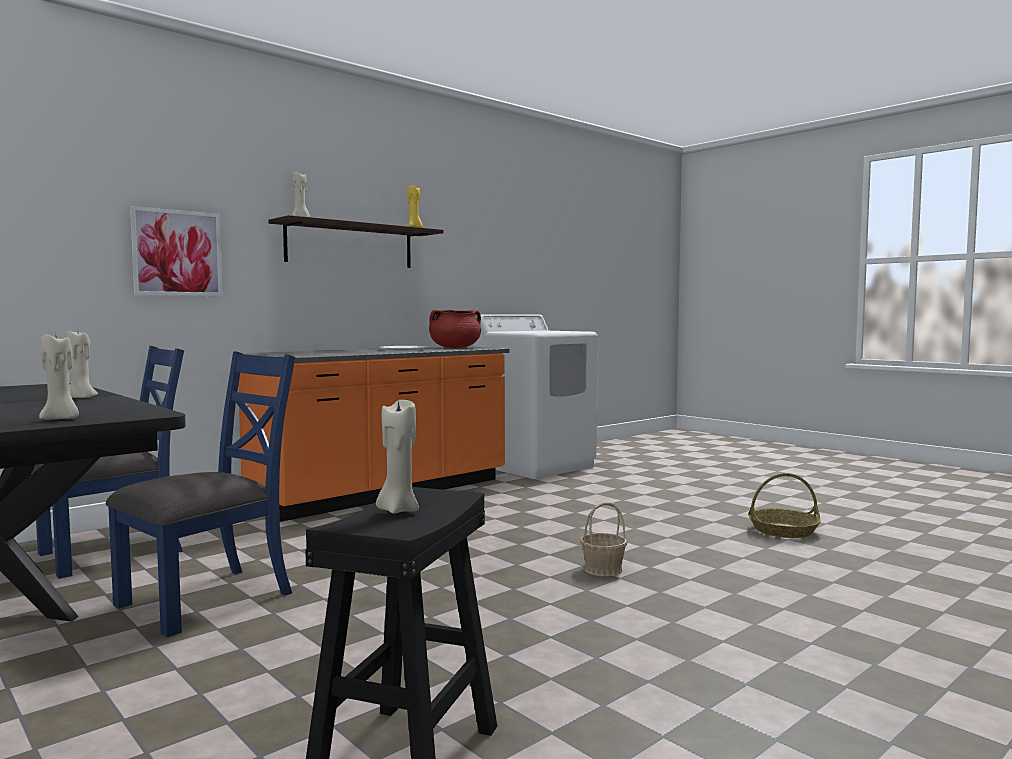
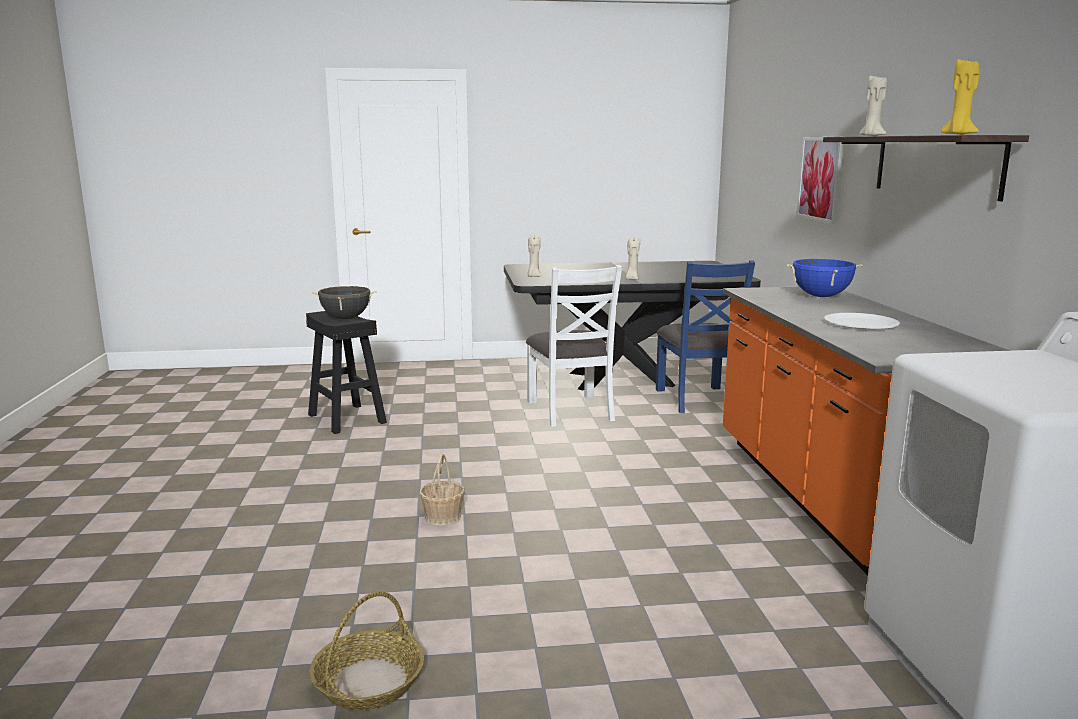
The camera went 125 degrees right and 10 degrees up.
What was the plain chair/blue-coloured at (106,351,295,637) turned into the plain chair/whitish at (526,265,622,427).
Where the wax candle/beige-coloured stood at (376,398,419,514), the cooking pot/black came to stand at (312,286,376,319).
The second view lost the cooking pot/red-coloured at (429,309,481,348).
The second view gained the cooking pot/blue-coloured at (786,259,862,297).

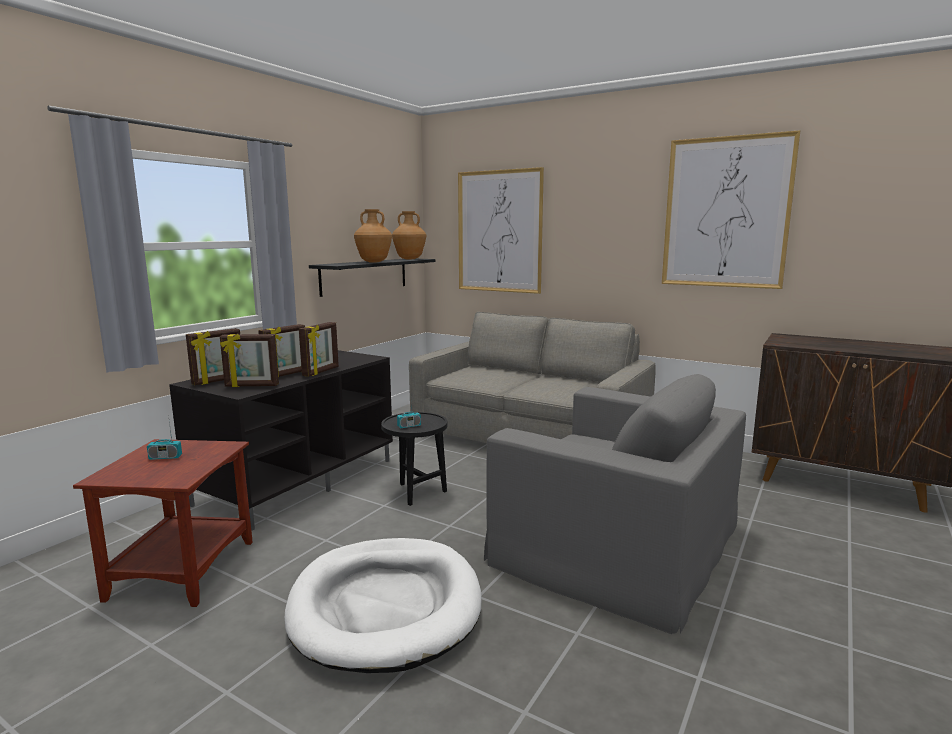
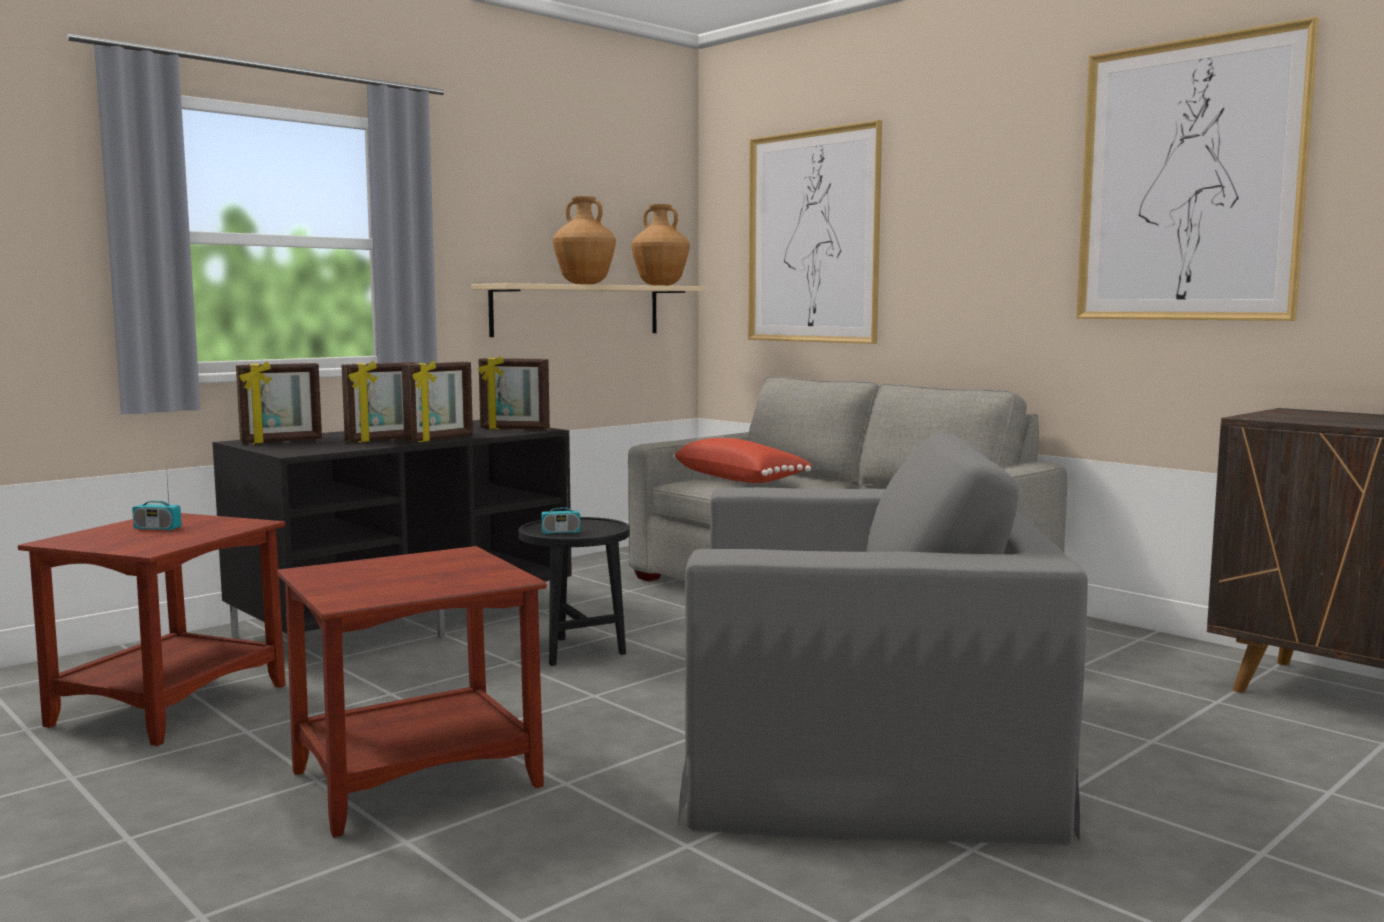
The camera went 15 degrees right and 5 degrees down.
The photo frame ended up elsewhere, having gone from (220,334,279,387) to (478,356,550,430).
Where the dog cushion/whitish stood at (285,538,482,673), the side table/brownish came to stand at (277,546,547,838).
What was the wall shelf/black at (309,259,436,297) turned into the wall shelf/beige-coloured at (471,283,706,337).
The lounge chair/grey at (484,374,746,634) ended up facing another way, 45 degrees counterclockwise from before.
The second view gained the cushion/red-coloured at (673,438,812,483).

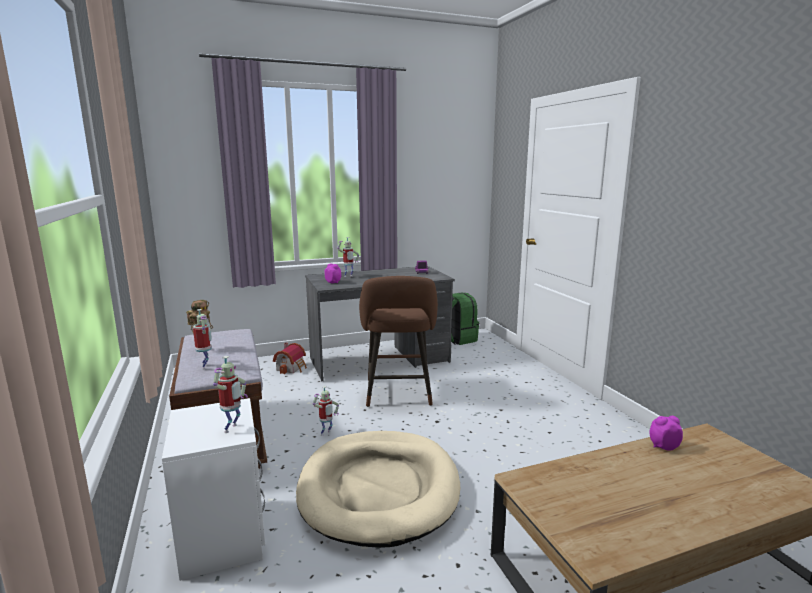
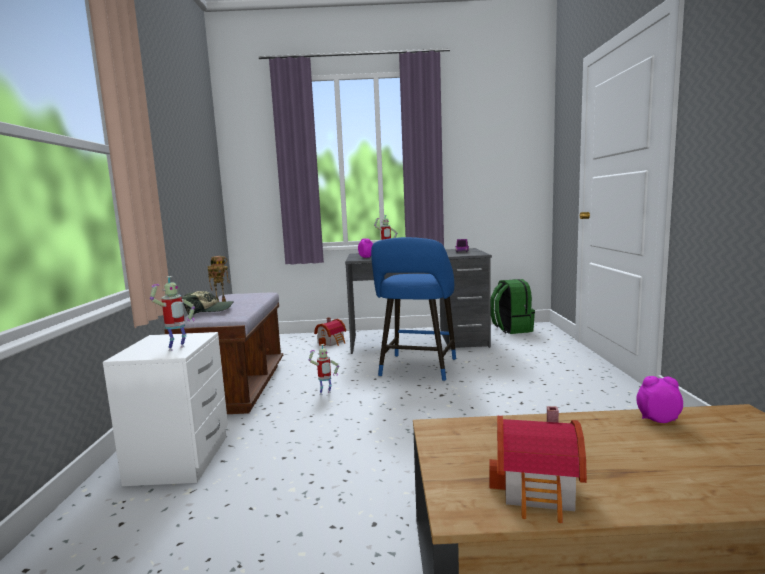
The camera went 20 degrees right and 5 degrees down.
Where the model robot stood at (193,309,212,370), the baseball cap came to stand at (182,291,234,315).
The second view lost the dog cushion/beige-coloured at (296,431,460,548).
What was the stool seat/brownish at (359,276,438,407) turned into the stool seat/blue-coloured at (371,237,456,381).
The second view gained the model house at (489,406,587,523).

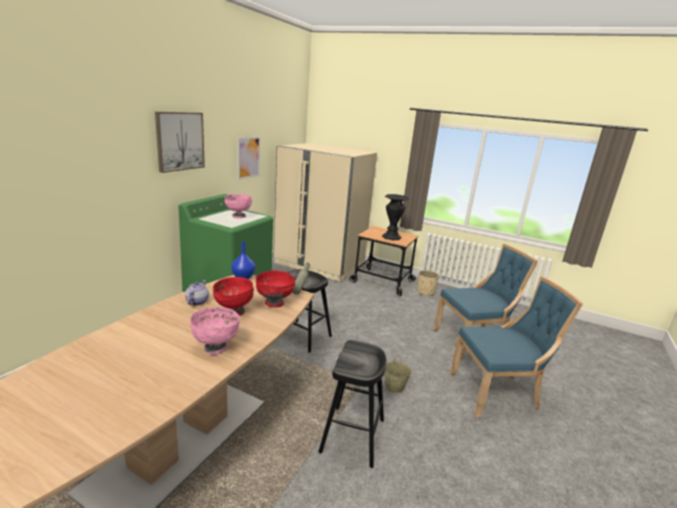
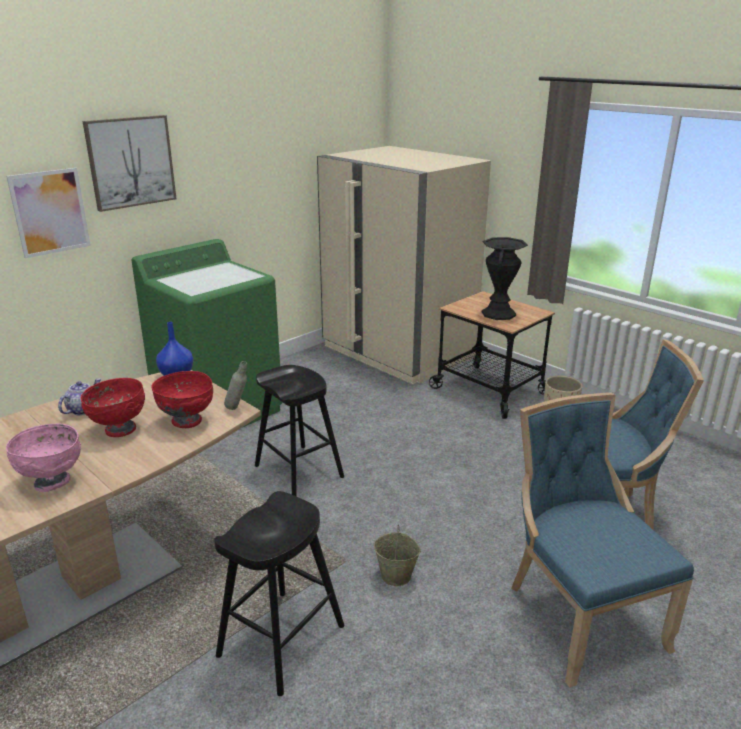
The camera went 20 degrees right and 5 degrees up.
The second view lost the deep dish/pink at (224,194,252,218).
The wall art ended up elsewhere, having gone from (237,137,260,180) to (6,168,91,258).
The plain chair/blue-coloured at (449,276,583,417) ended up facing another way, 120 degrees counterclockwise from before.

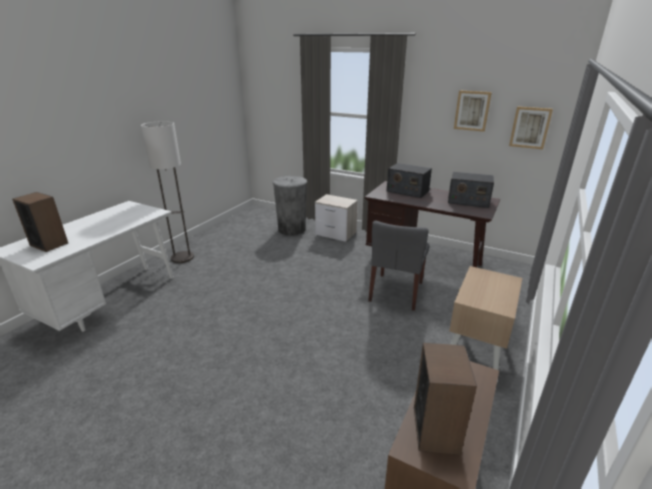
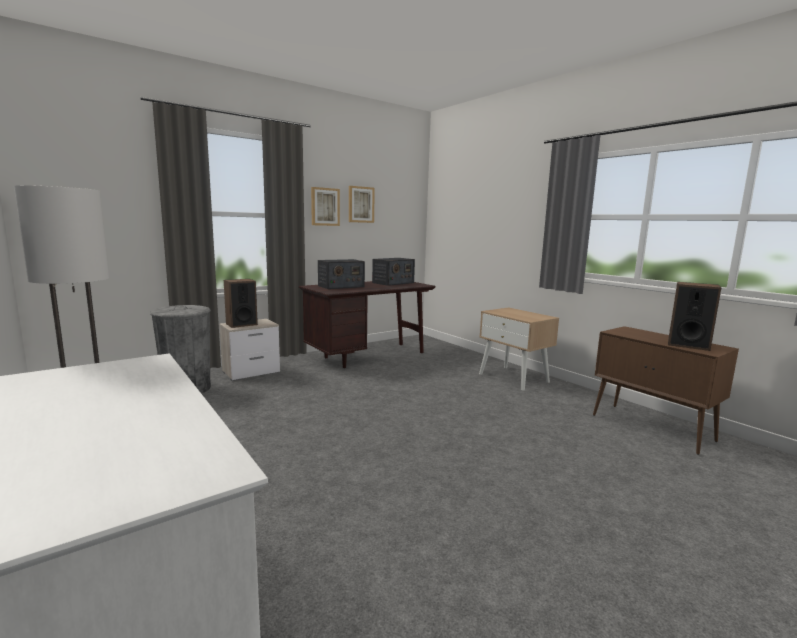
The camera went 65 degrees left and 15 degrees down.
The speaker ended up elsewhere, having gone from (12,192,68,252) to (224,279,258,328).
The second view lost the plain chair/grey at (368,221,429,311).
The wall art ended up elsewhere, having gone from (509,107,553,149) to (311,187,340,226).

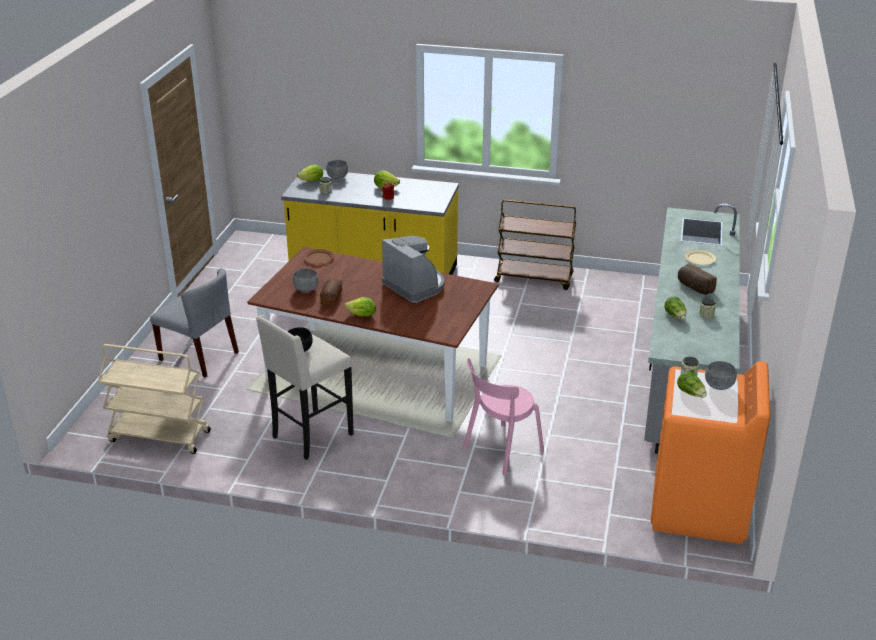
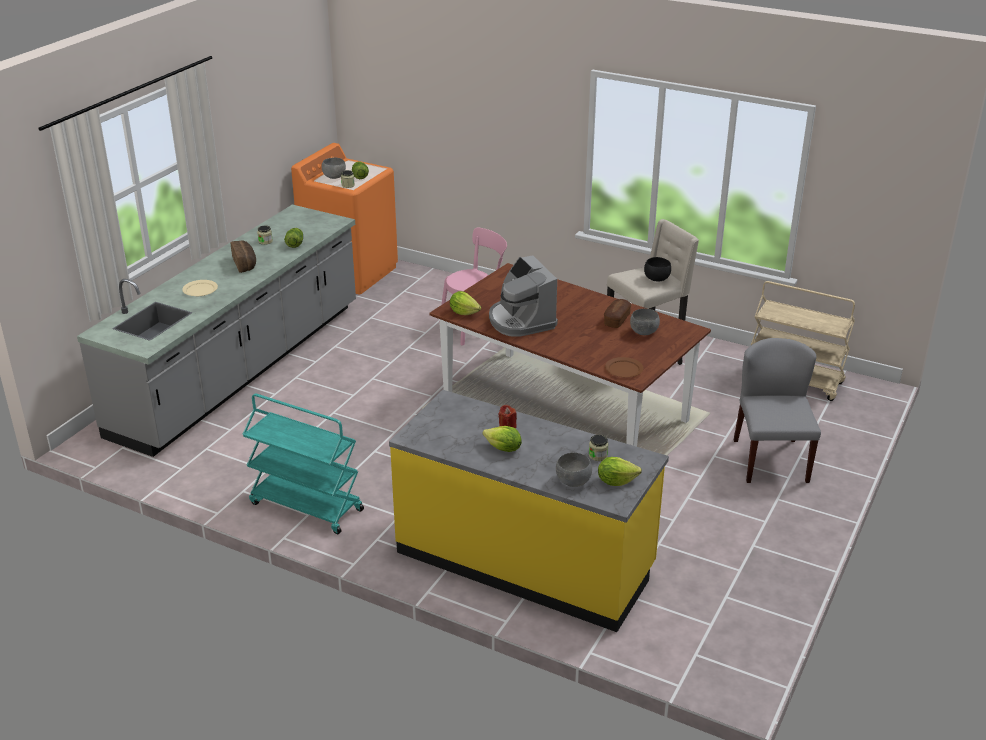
The camera went 165 degrees left and 0 degrees up.
The plain chair/grey at (150,268,239,378) ended up facing another way, 45 degrees clockwise from before.
The lettuce head ended up elsewhere, having gone from (345,297,376,317) to (450,291,481,315).
What was the wheeled cart/brownish at (494,200,576,290) turned into the wheeled cart/blue-green at (242,394,364,534).

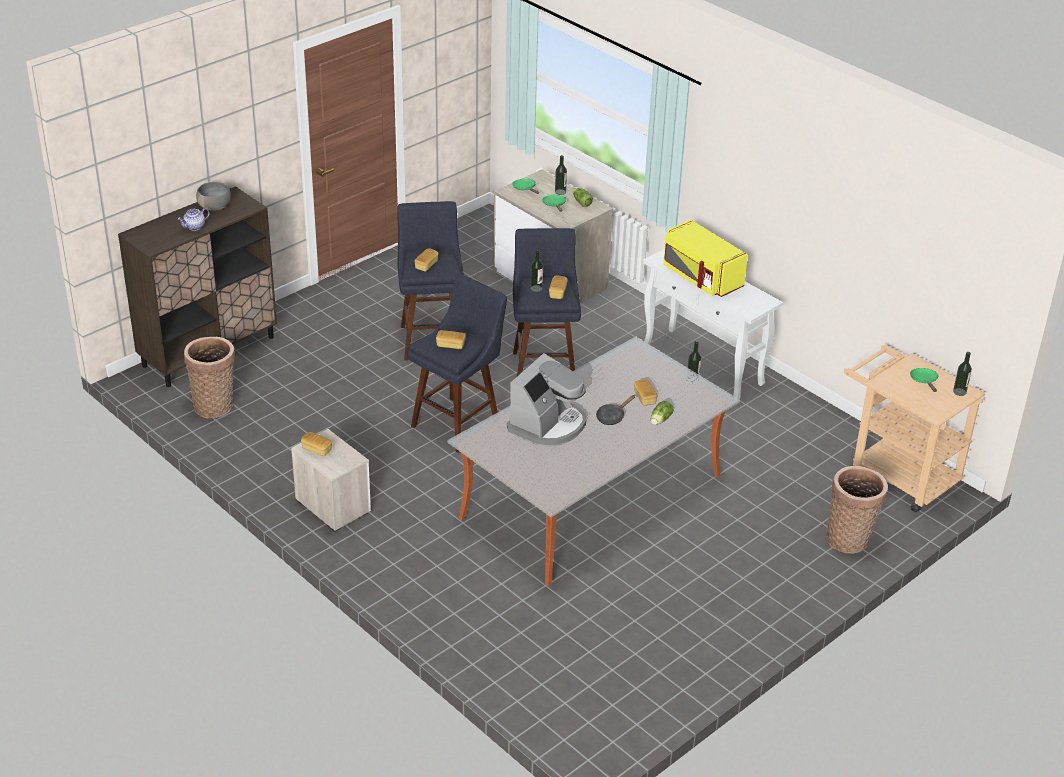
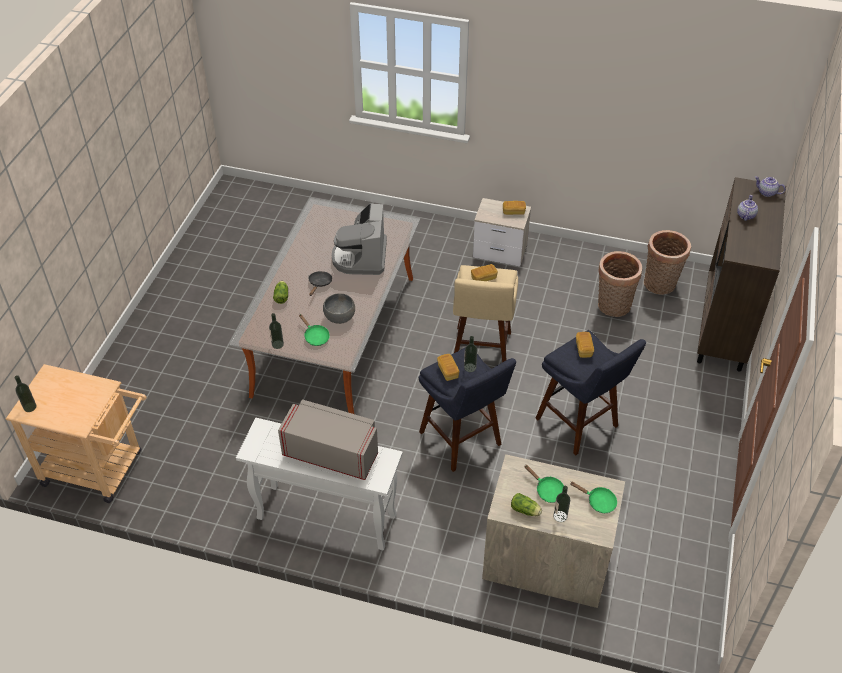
The camera went 150 degrees right and 10 degrees up.
The deep dish/grey ended up elsewhere, having gone from (196,182,231,211) to (323,293,355,324).
What was the stool seat/blue-coloured at (408,274,507,453) turned into the stool seat/beige-coloured at (453,265,518,362).
The second view lost the baked bread at (634,379,657,406).
What was the microwave/yellow at (663,220,748,297) turned into the microwave/grey at (278,399,378,480).
The storage basket ended up elsewhere, having gone from (826,466,888,554) to (598,251,642,317).
The frying pan/green ended up elsewhere, having gone from (910,368,938,392) to (299,314,330,346).
The second view gained the teapot at (755,176,785,197).

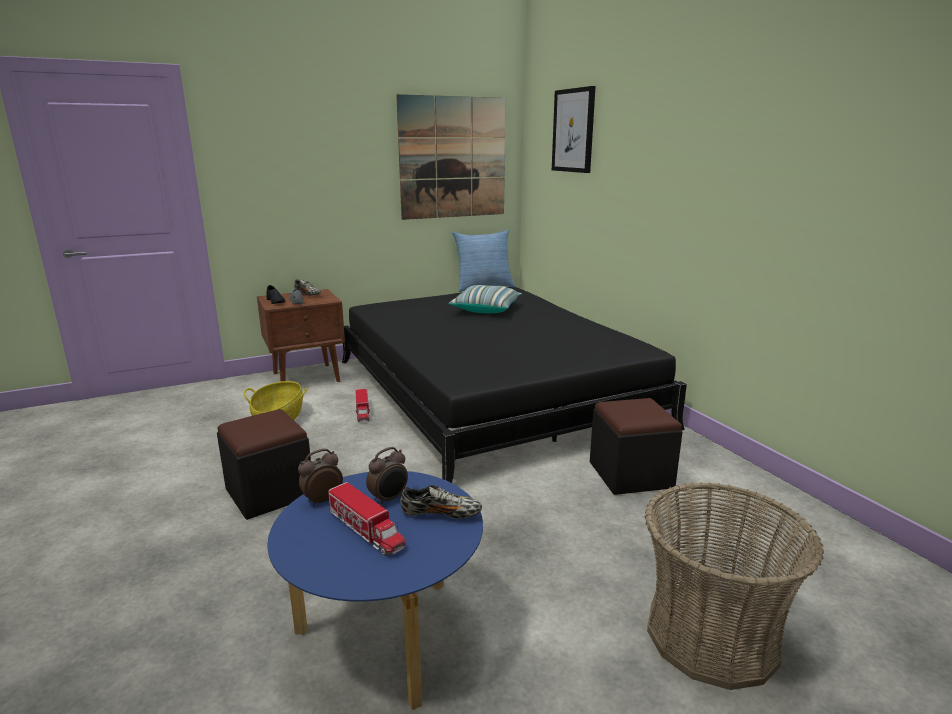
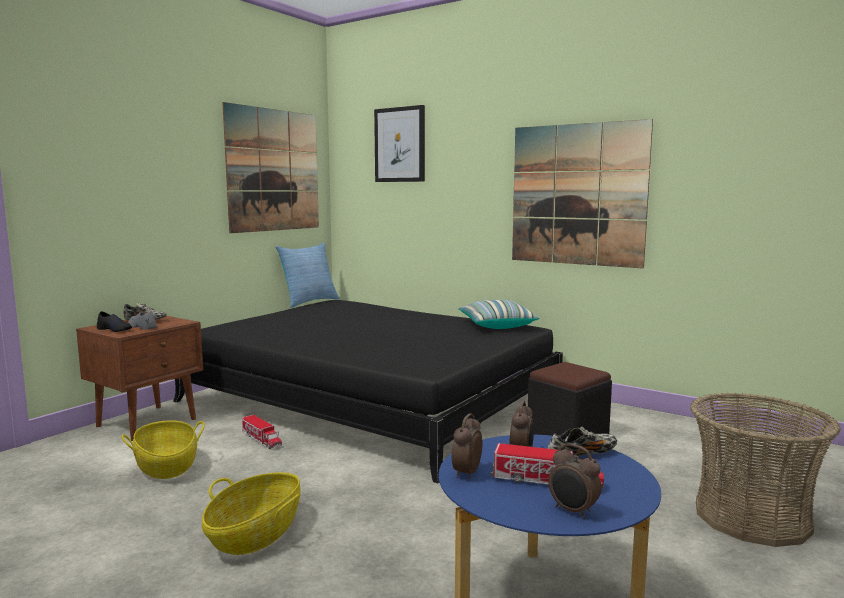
The camera went 30 degrees left and 10 degrees down.
Where the ottoman/black stood at (217,409,311,520), the storage basket came to stand at (202,472,301,555).
The cushion ended up elsewhere, having gone from (448,285,522,313) to (458,300,540,329).
The second view gained the wall art at (512,119,653,269).
The second view gained the alarm clock at (548,444,601,519).

